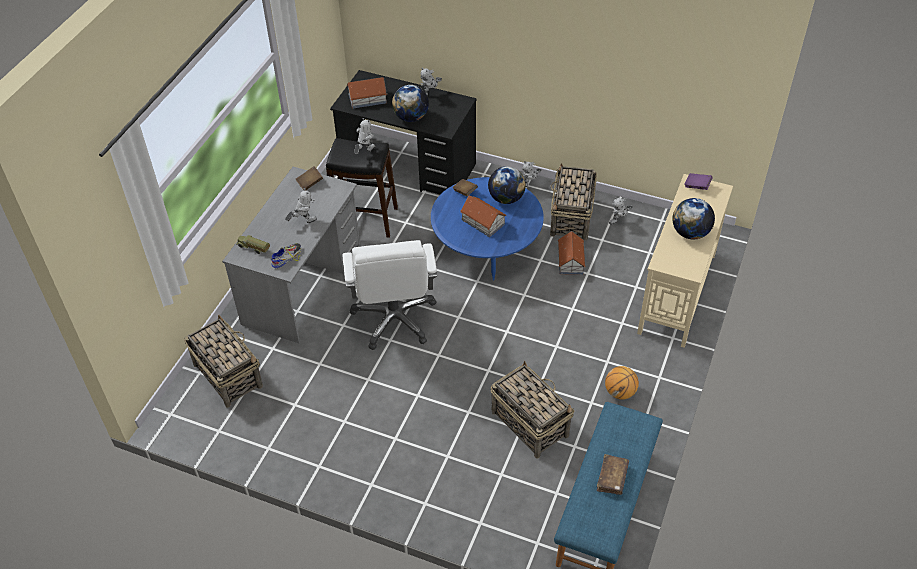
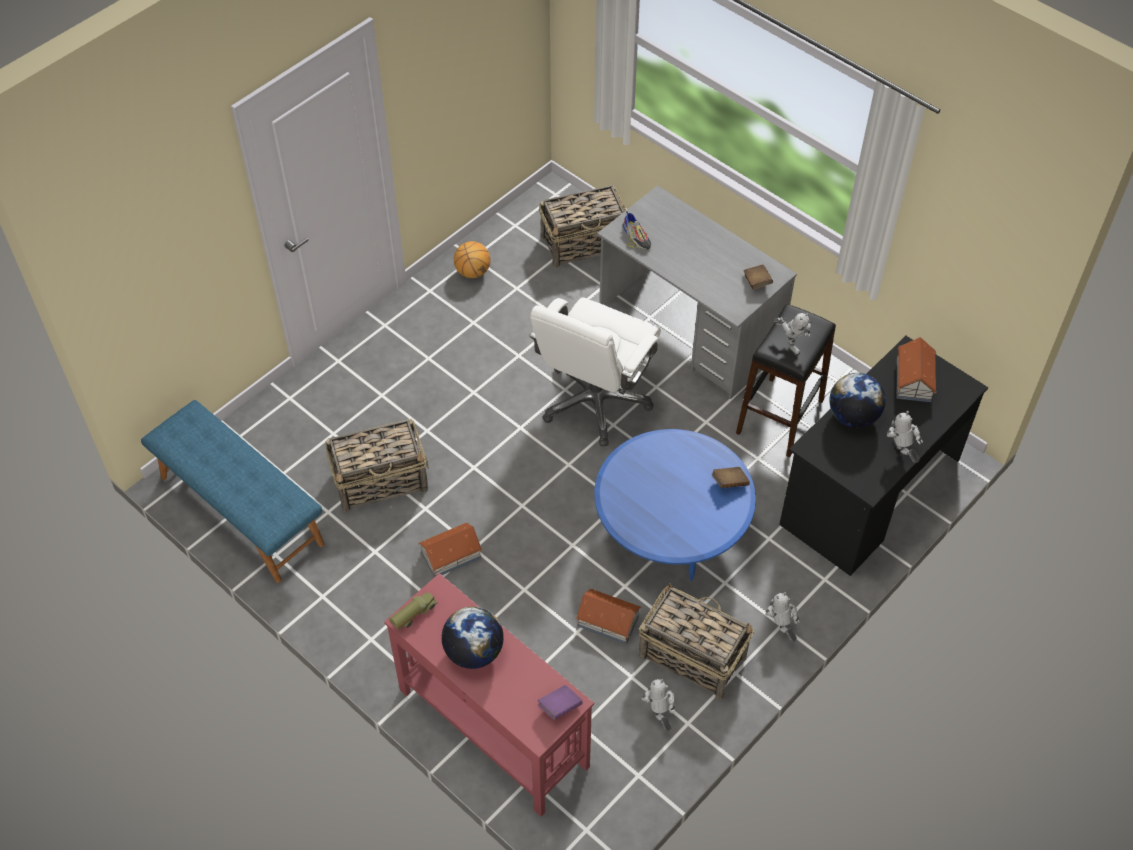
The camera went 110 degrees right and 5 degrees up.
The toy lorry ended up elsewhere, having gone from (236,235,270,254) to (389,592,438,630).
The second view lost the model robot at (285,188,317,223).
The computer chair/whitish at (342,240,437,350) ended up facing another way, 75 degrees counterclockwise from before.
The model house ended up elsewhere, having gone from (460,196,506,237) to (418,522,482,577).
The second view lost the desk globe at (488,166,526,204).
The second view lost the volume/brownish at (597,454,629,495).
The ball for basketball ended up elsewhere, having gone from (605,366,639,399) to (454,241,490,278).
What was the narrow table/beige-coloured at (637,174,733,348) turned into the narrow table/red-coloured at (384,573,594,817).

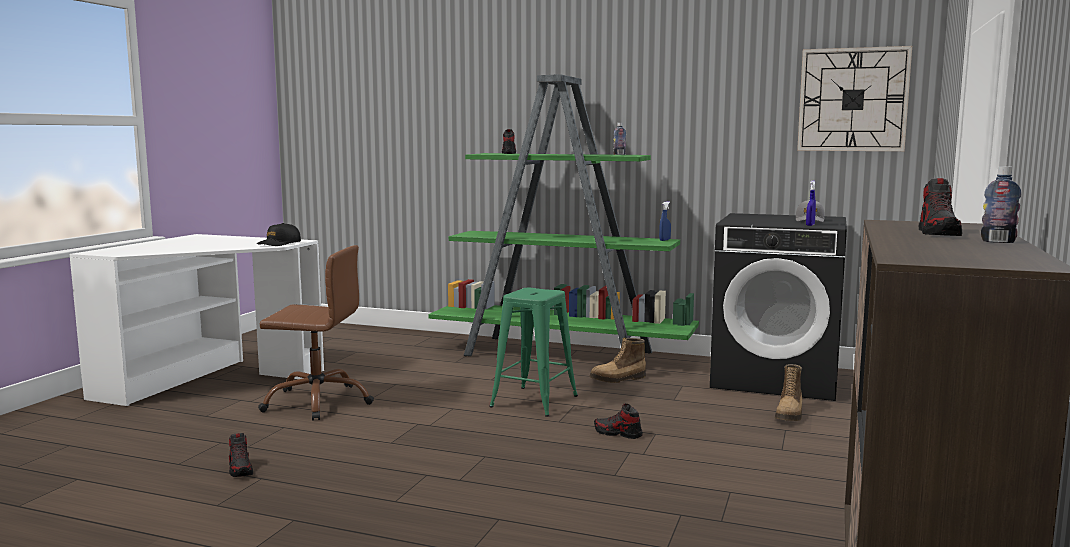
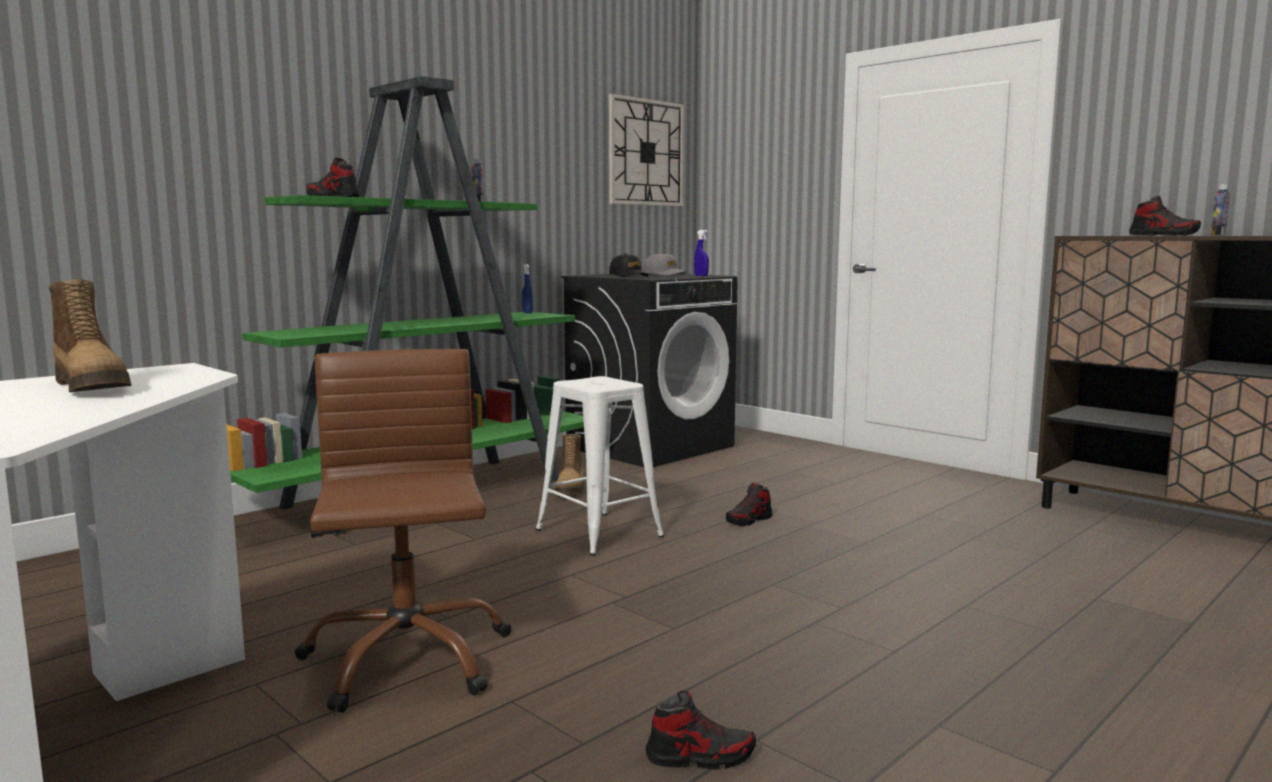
The camera went 65 degrees left and 0 degrees up.
The baseball cap/black ended up elsewhere, having gone from (257,223,301,246) to (609,254,648,277).
The computer chair/brownish at (258,245,374,421) ended up facing another way, 45 degrees counterclockwise from before.
What was the stool seat/green at (489,288,578,417) turned into the stool seat/whitish at (535,376,664,556).
The tall boot ended up elsewhere, having gone from (775,364,802,421) to (48,279,131,392).

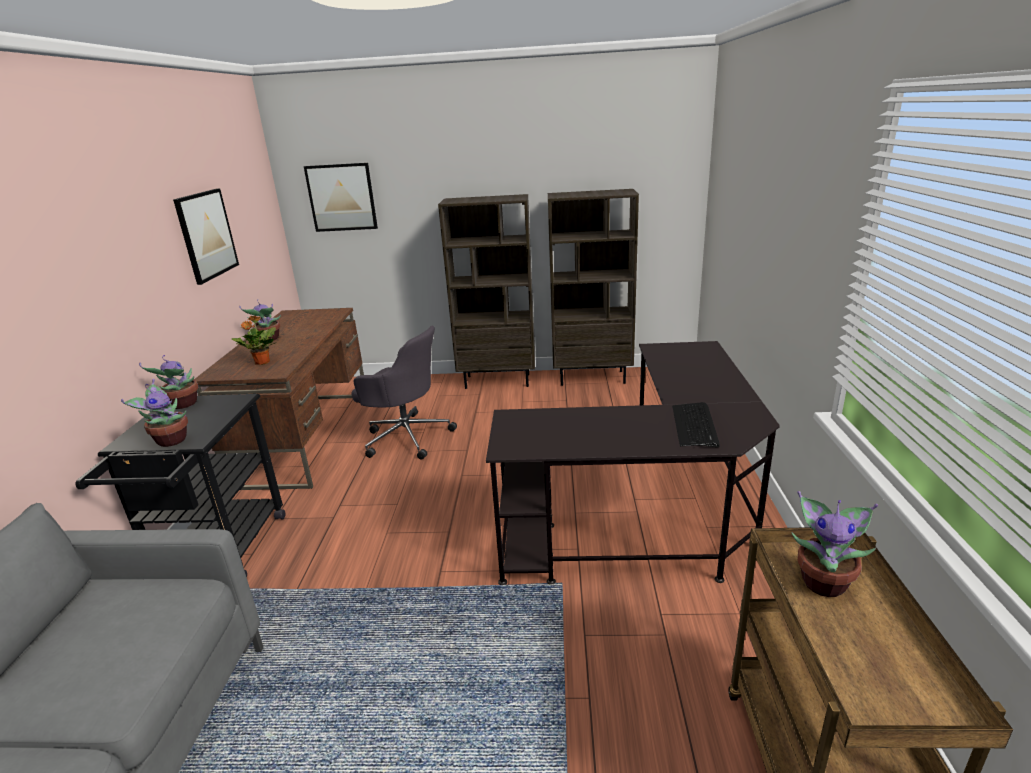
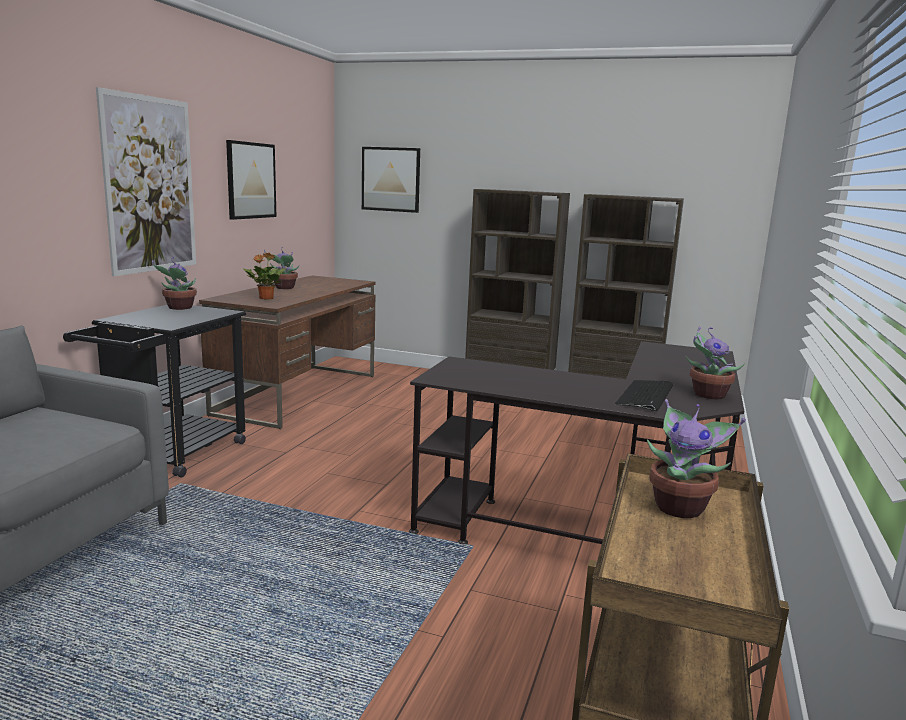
The camera went 15 degrees right and 10 degrees down.
The plant in a pot ended up elsewhere, having gone from (121,379,188,447) to (686,327,745,399).
The second view lost the computer chair/grey at (351,326,457,460).
The second view gained the wall art at (96,87,196,276).

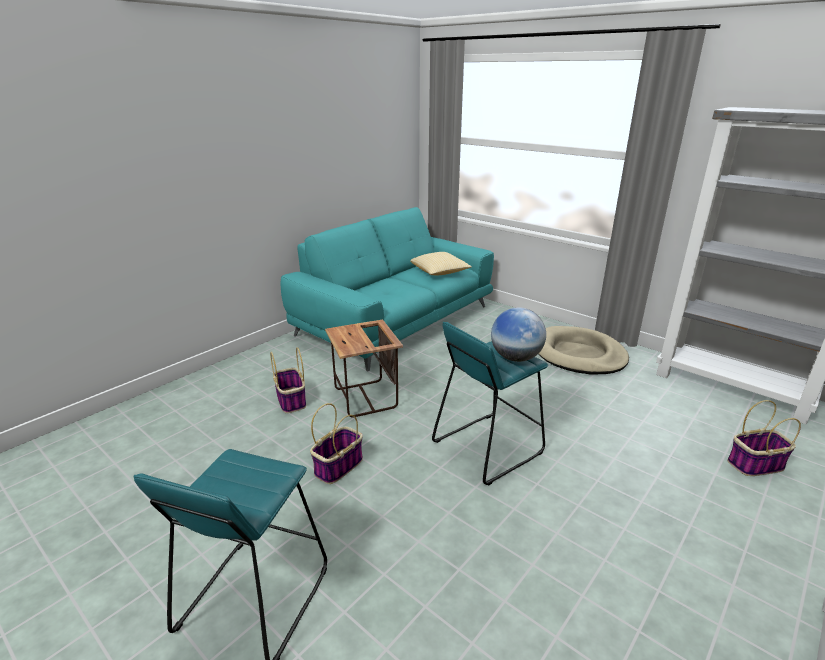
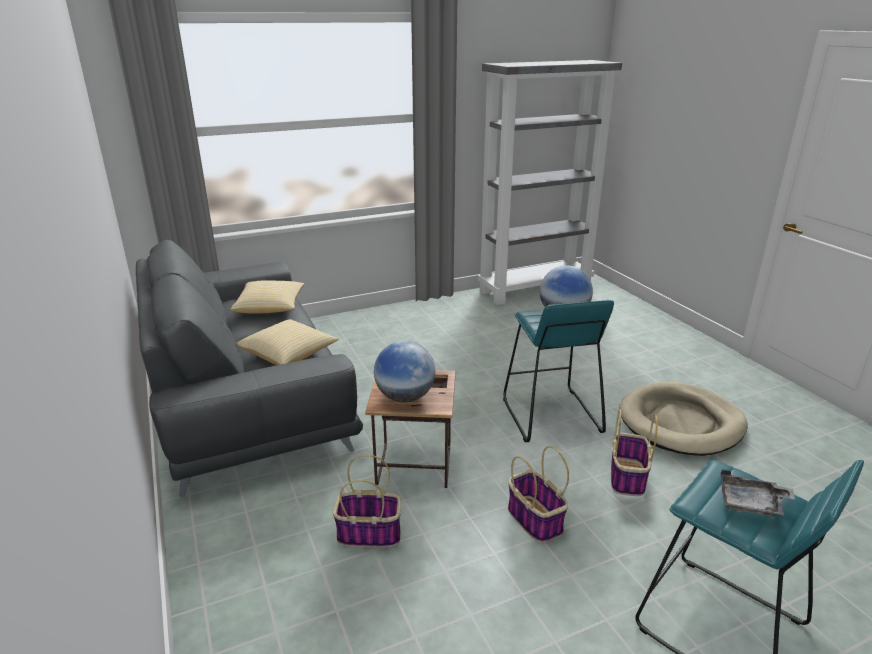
The camera went 65 degrees left and 0 degrees up.
What was the settee/blue-green at (280,207,494,371) turned into the settee/grey at (136,240,363,497).
The dog cushion/beige-coloured ended up elsewhere, having gone from (539,326,629,375) to (619,382,747,456).
The storage basket ended up elsewhere, having gone from (727,400,801,476) to (611,409,658,496).
The second view gained the cushion at (236,319,338,365).
The second view gained the desk globe at (374,341,435,402).
The second view gained the serving tray/grey at (721,469,795,517).

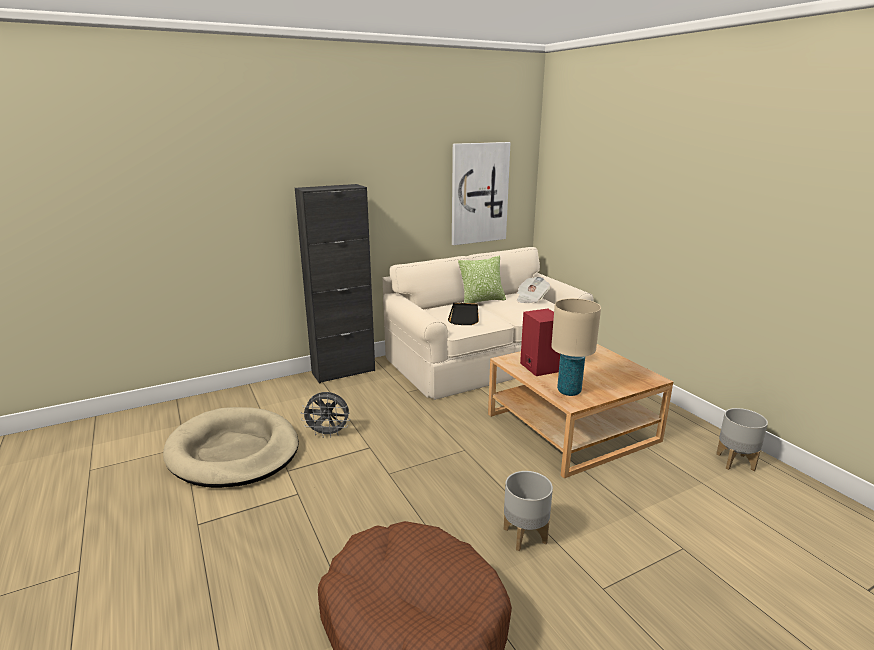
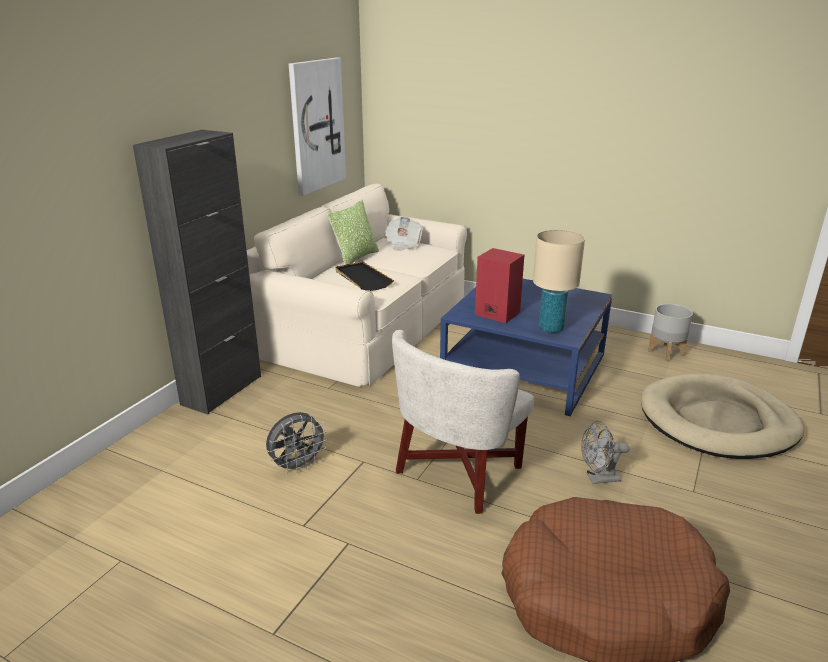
The camera went 35 degrees left and 5 degrees up.
The dog cushion/beige-coloured ended up elsewhere, having gone from (163,407,299,488) to (641,373,804,459).
What was the low table/beige-coloured at (488,344,673,478) turned into the low table/blue-coloured at (440,279,612,416).
Where the planter/grey stood at (503,471,553,551), the fan/grey came to stand at (581,420,629,484).
The second view gained the lounge chair/whitish at (392,330,534,514).

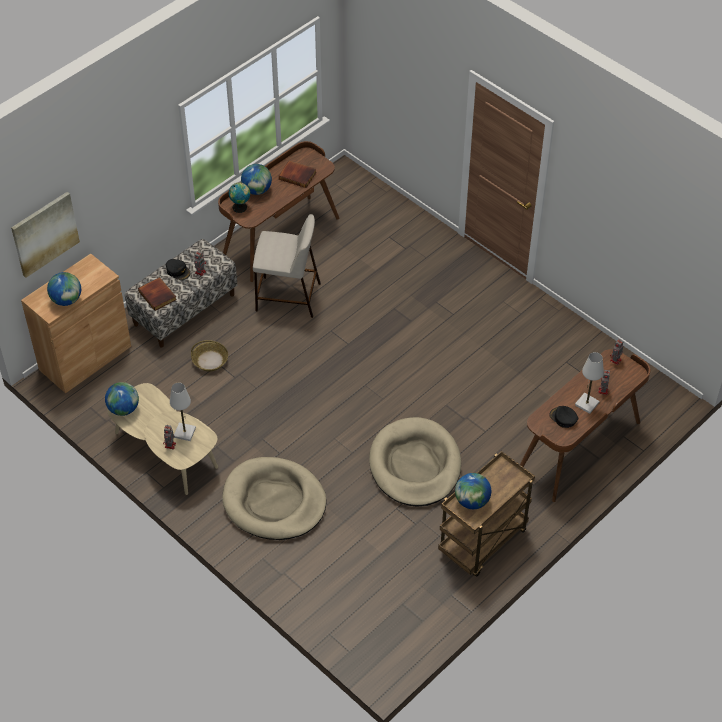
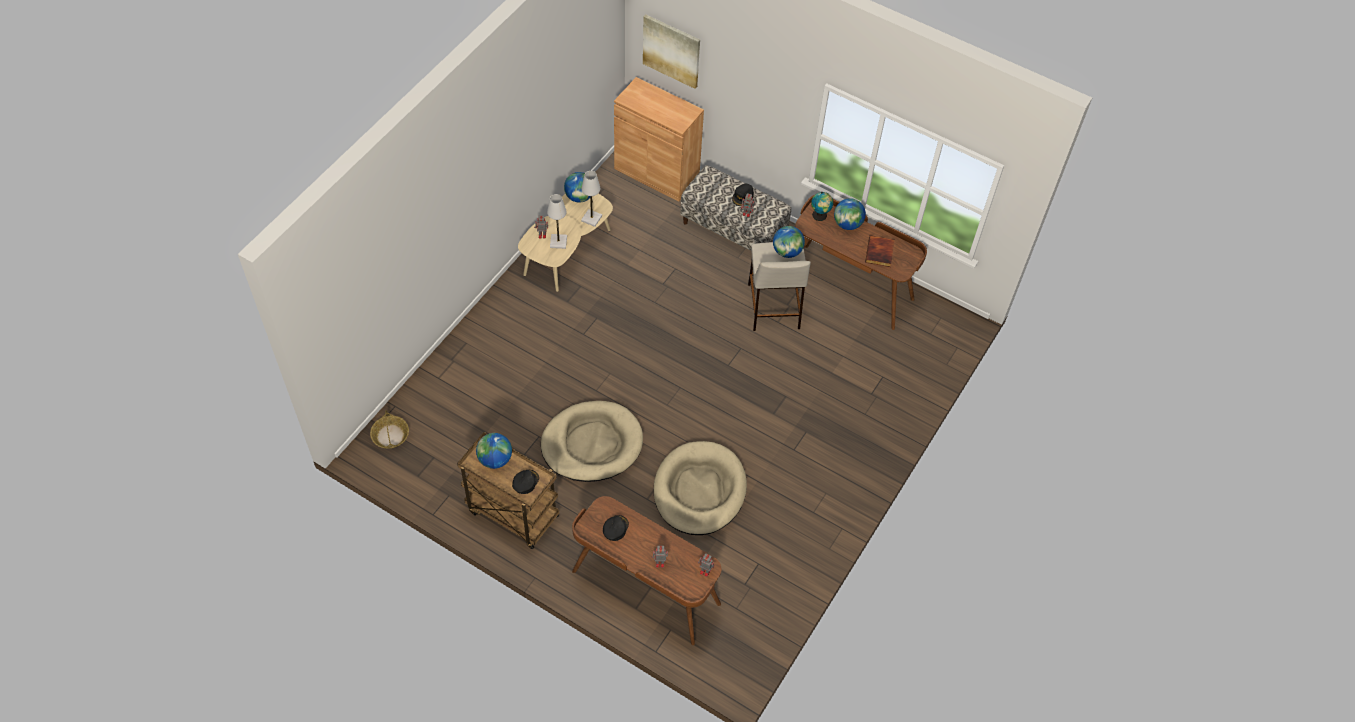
The camera went 75 degrees right and 5 degrees up.
The desk globe ended up elsewhere, having gone from (47,272,81,306) to (773,226,805,258).
The second view lost the volume at (138,277,177,311).
The storage basket ended up elsewhere, having gone from (191,340,228,372) to (370,410,409,449).
The dog cushion/beige-coloured ended up elsewhere, having gone from (222,457,326,540) to (654,441,747,535).
The lamp for a table/whitish ended up elsewhere, having gone from (575,352,604,414) to (581,171,602,227).
The second view gained the baseball cap/black at (512,470,539,494).

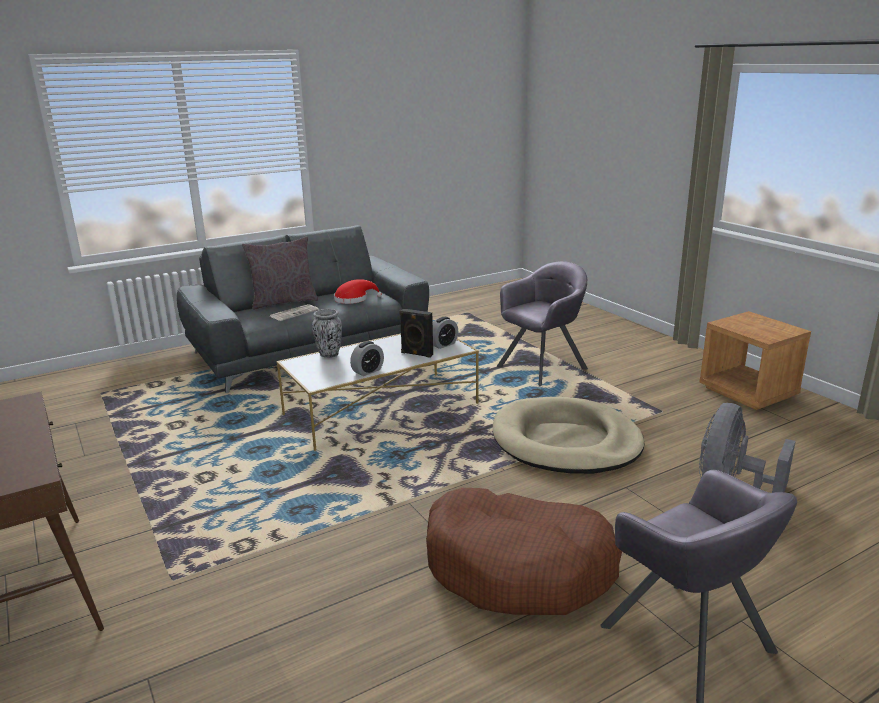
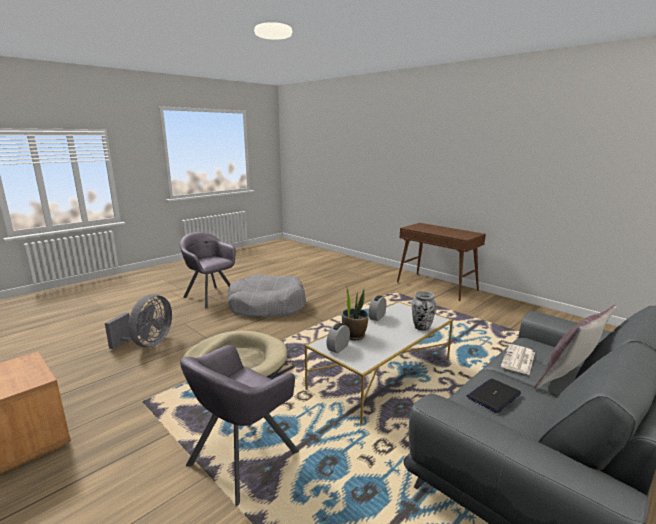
The camera went 165 degrees right and 5 degrees down.
Where the clothing hat/red-coloured stood at (334,279,382,304), the laptop came to stand at (467,379,521,413).
Where the speaker/black stood at (399,308,433,358), the plant in a pot came to stand at (342,287,369,340).
What was the dog cushion/brownish at (426,488,622,615) turned into the dog cushion/grey at (227,274,306,318).

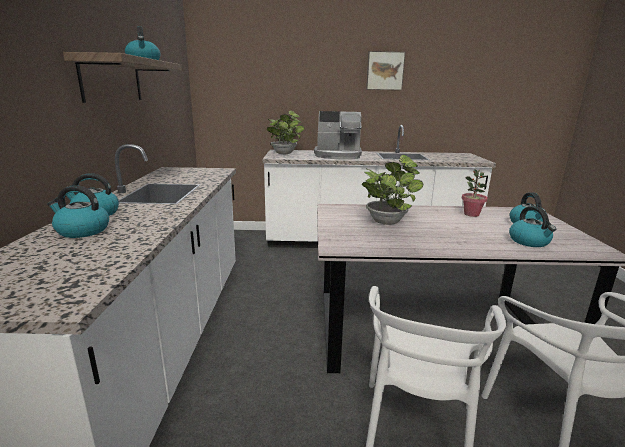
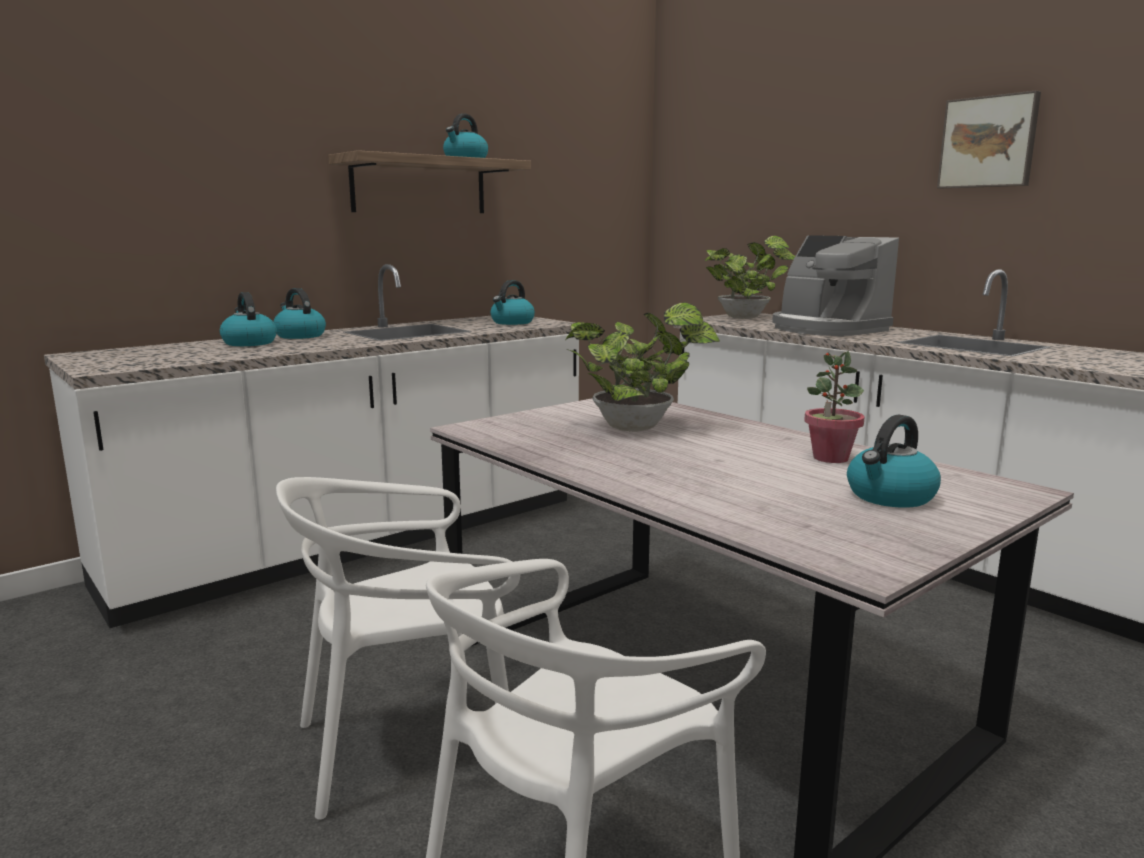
The camera went 50 degrees right and 5 degrees down.
The kettle ended up elsewhere, having gone from (509,206,556,247) to (491,280,535,325).

